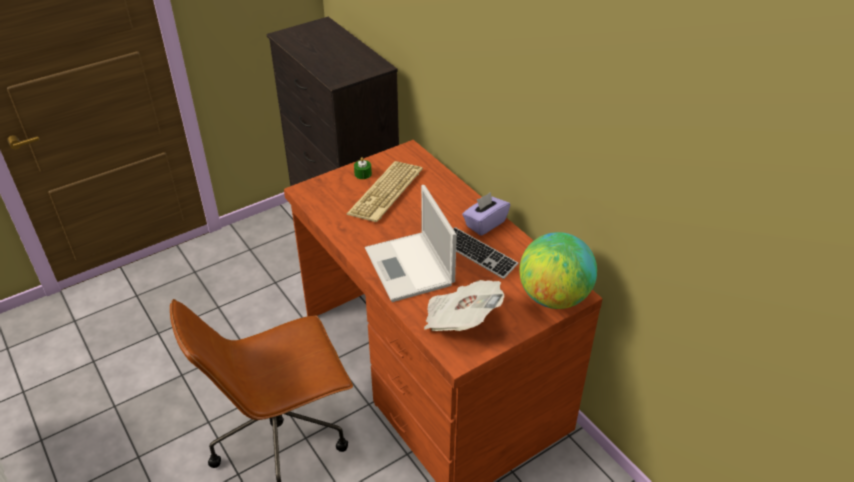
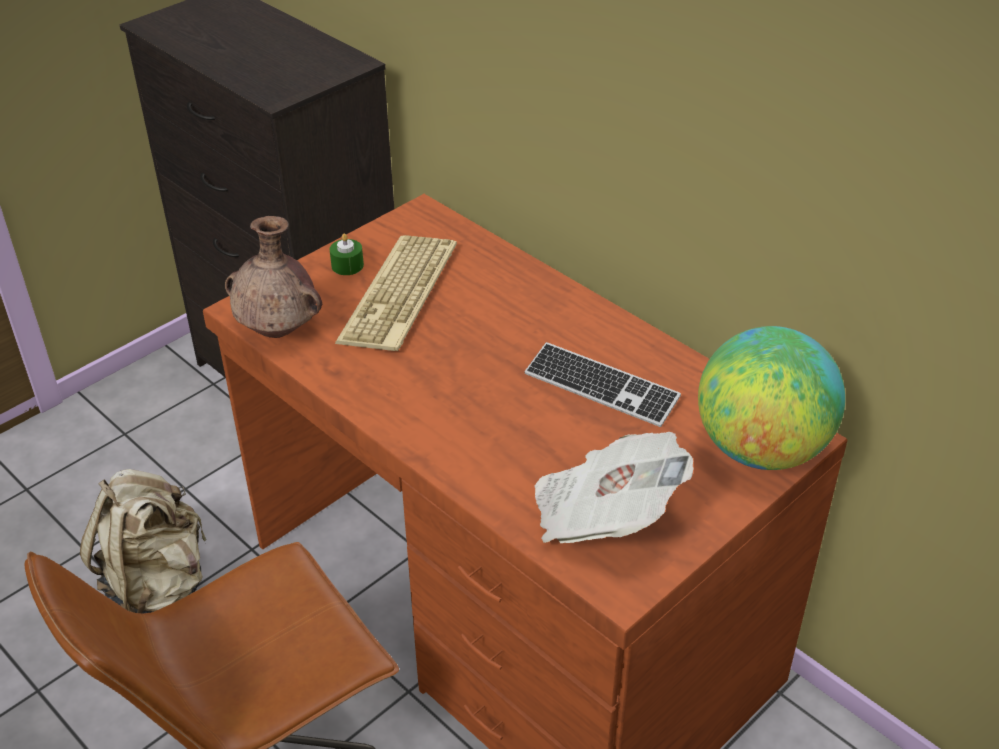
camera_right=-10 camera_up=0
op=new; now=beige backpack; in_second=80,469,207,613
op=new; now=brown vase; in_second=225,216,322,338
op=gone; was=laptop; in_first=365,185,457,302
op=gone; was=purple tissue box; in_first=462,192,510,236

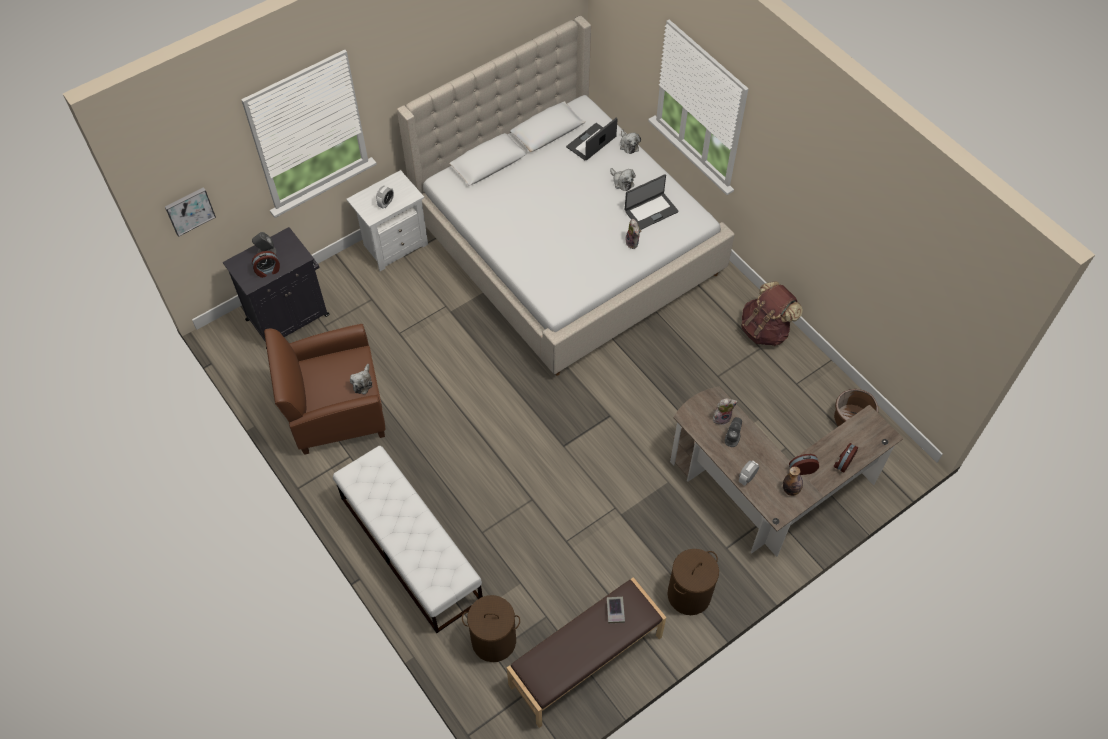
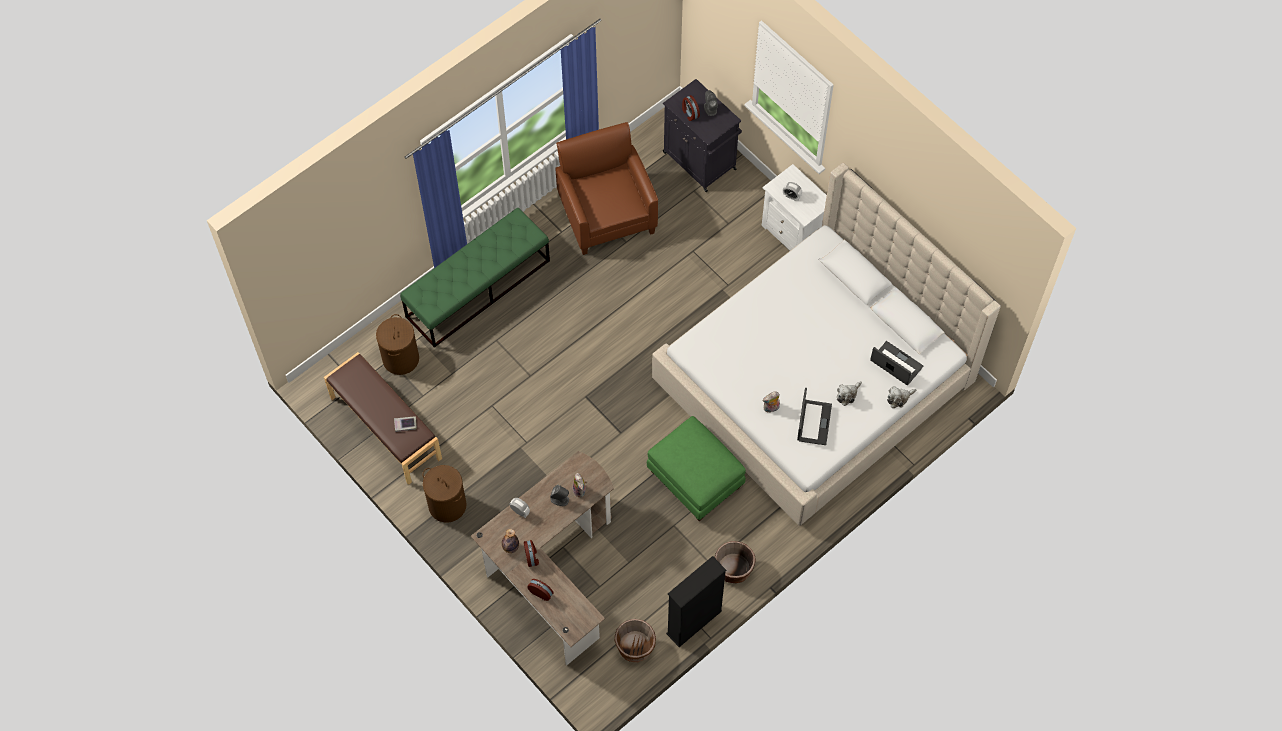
camera_right=85 camera_up=5
op=repainted; was=white bench; now=green bench; in_first=333,446,483,633; in_second=400,208,550,348
op=new; now=green ottoman; in_second=647,416,746,521
op=new; now=black bookcase; in_second=666,556,726,647
op=swapped; was=brown backpack; now=brown planter; in_first=741,281,803,346; in_second=715,541,756,583
op=rotated; was=laptop; in_first=625,174,679,230; in_second=797,388,832,445; clockwise=-135
op=gone; was=picture; in_first=165,187,216,237
op=gone; was=plush toy; in_first=350,364,372,394

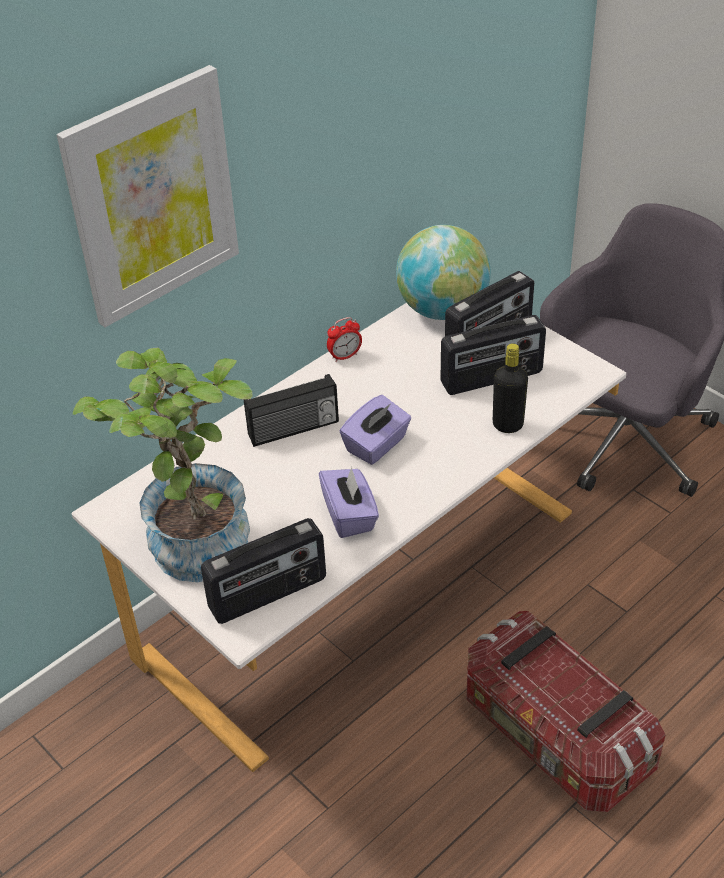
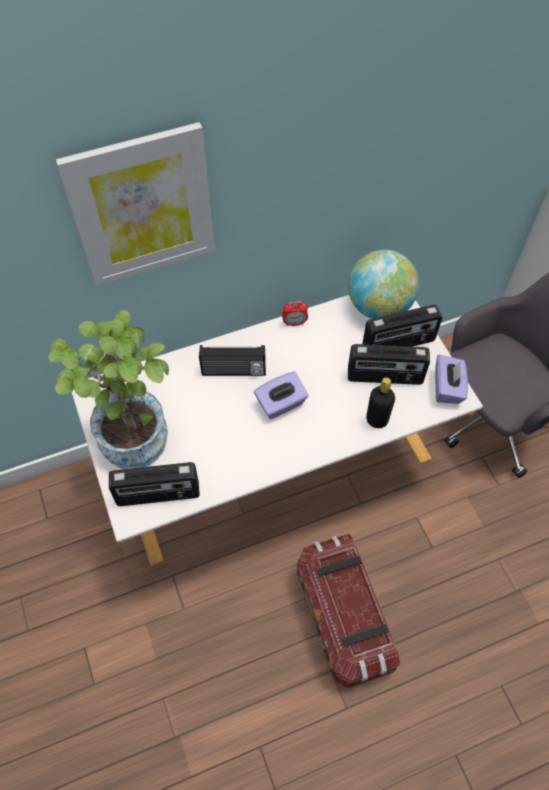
camera_right=20 camera_up=15
op=shifted; was=purple tissue box; in_first=319,467,379,538; in_second=435,354,468,404

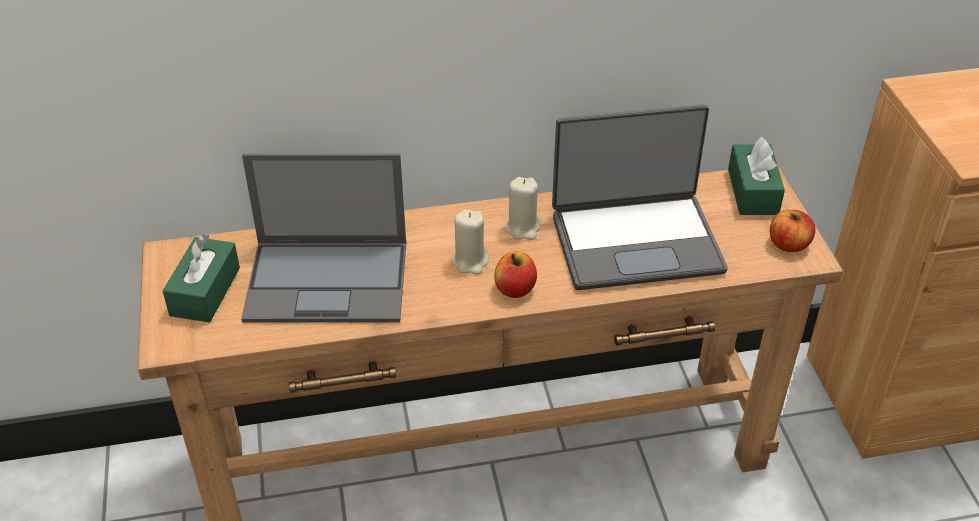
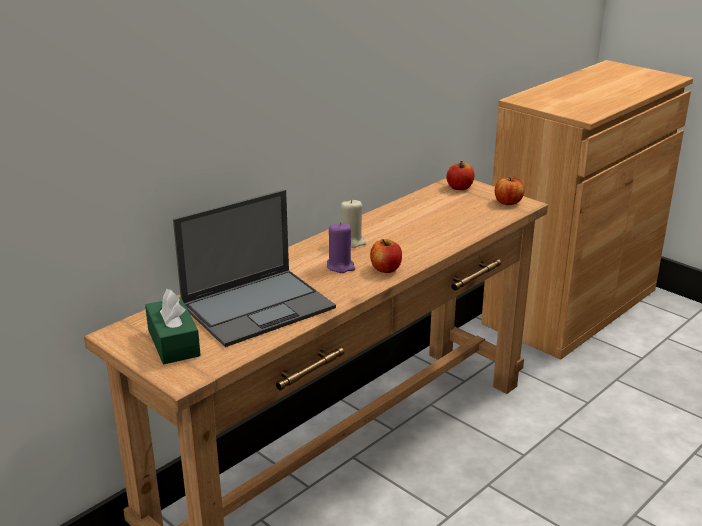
camera_right=-35 camera_up=-15
op=repainted; was=beige candle; now=purple candle; in_first=452,209,489,274; in_second=327,222,355,273
op=swapped; was=green tissue box; now=apple; in_first=728,137,785,215; in_second=446,161,475,190
op=gone; was=laptop; in_first=552,104,728,290

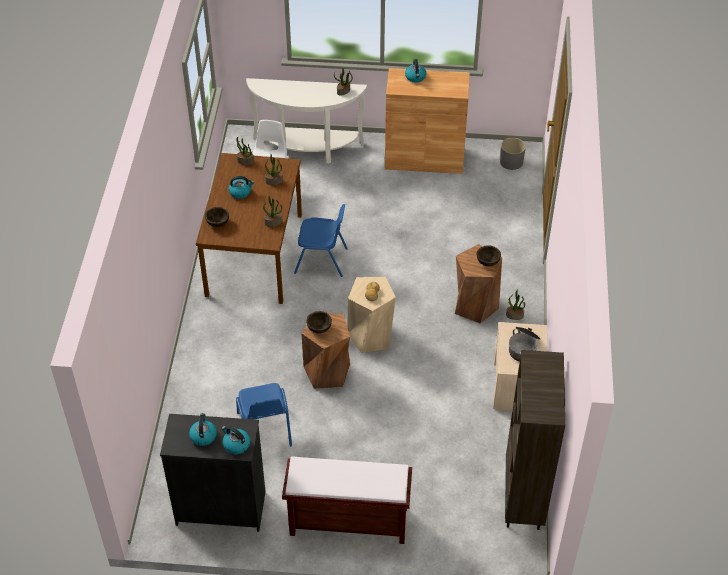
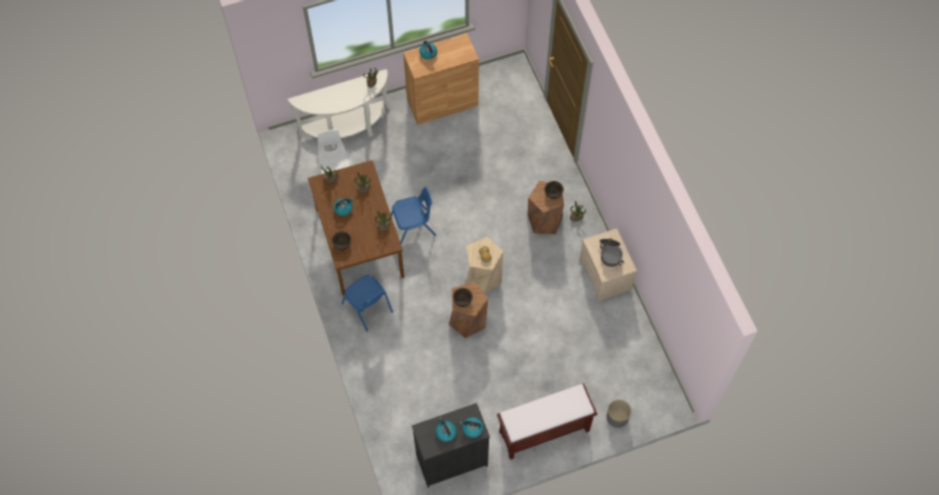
camera_right=-25 camera_up=15
op=shifted; was=blue chair; in_first=236,383,292,446; in_second=342,275,393,331
op=shifted; was=grey planter; in_first=500,138,526,170; in_second=607,400,631,428
op=gone; was=brown bookcase; in_first=505,350,565,530

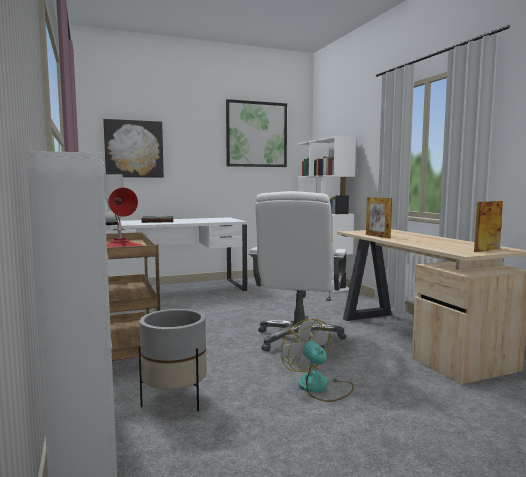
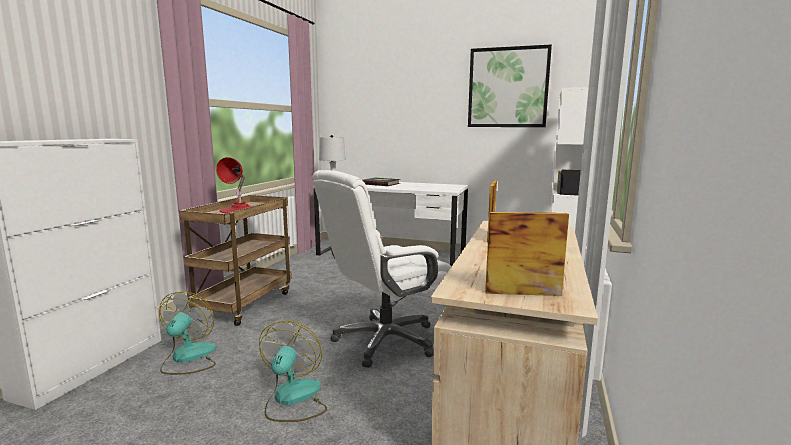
camera_right=40 camera_up=5
op=swapped; was=grey planter; now=fan; in_first=139,309,207,411; in_second=159,292,216,375
op=gone; was=picture; in_first=103,119,164,177

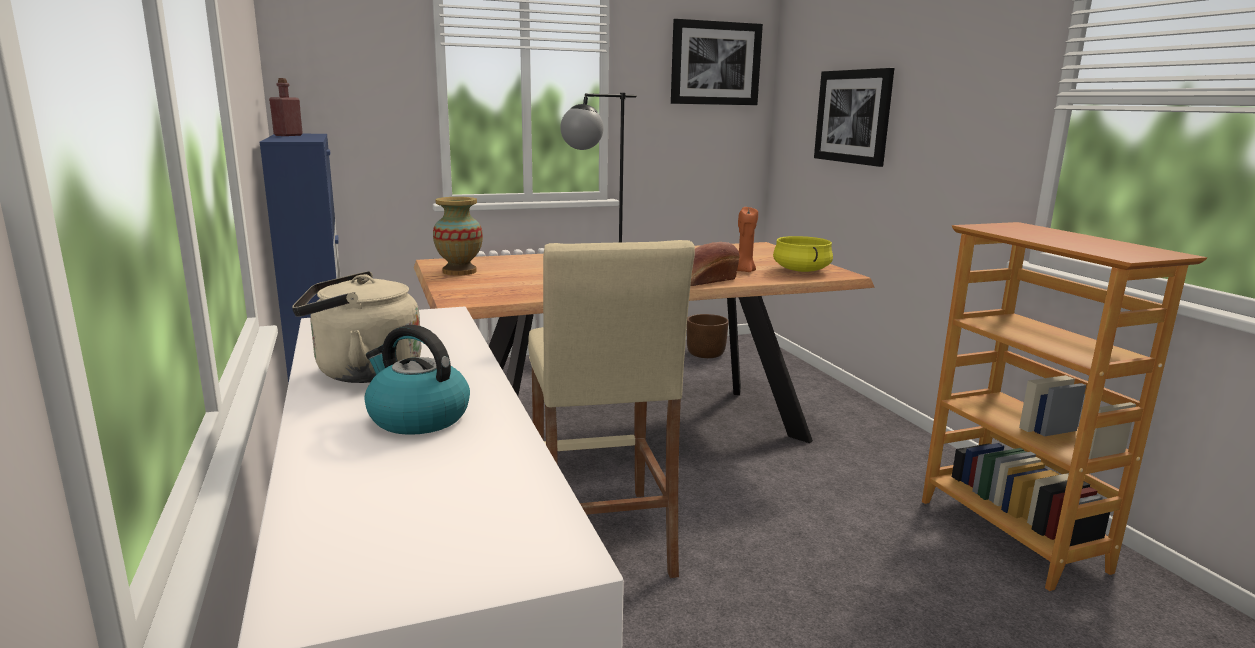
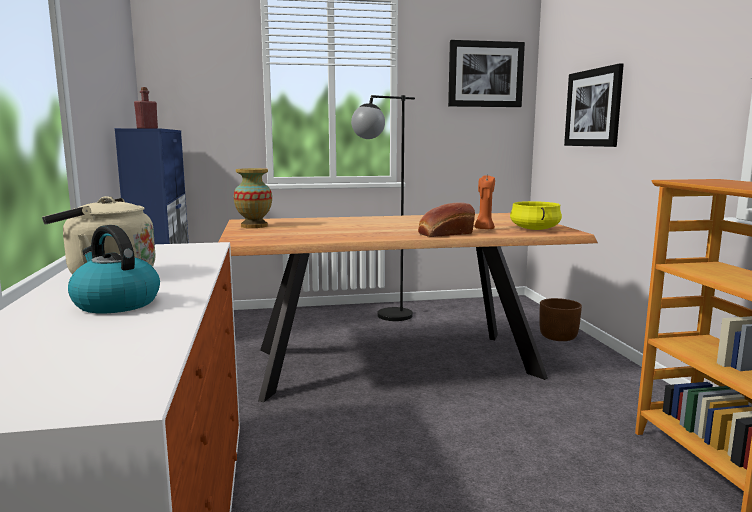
camera_right=10 camera_up=-5
op=shifted; was=brown planter; in_first=687,314,729,358; in_second=539,298,582,341
op=gone; was=beige stool; in_first=528,240,695,578

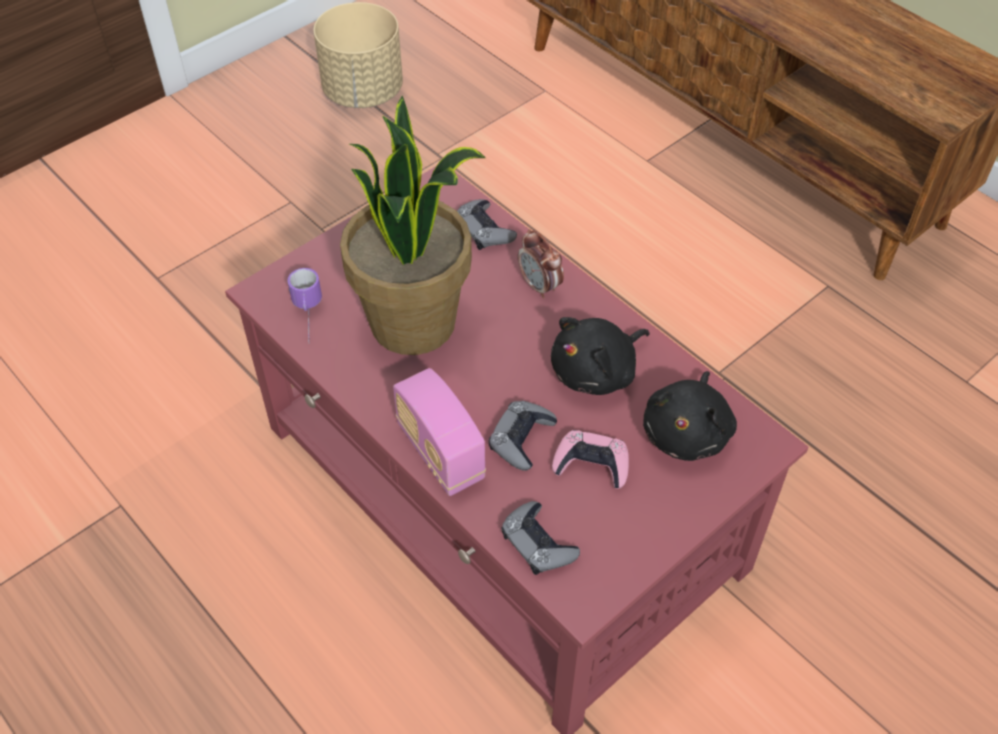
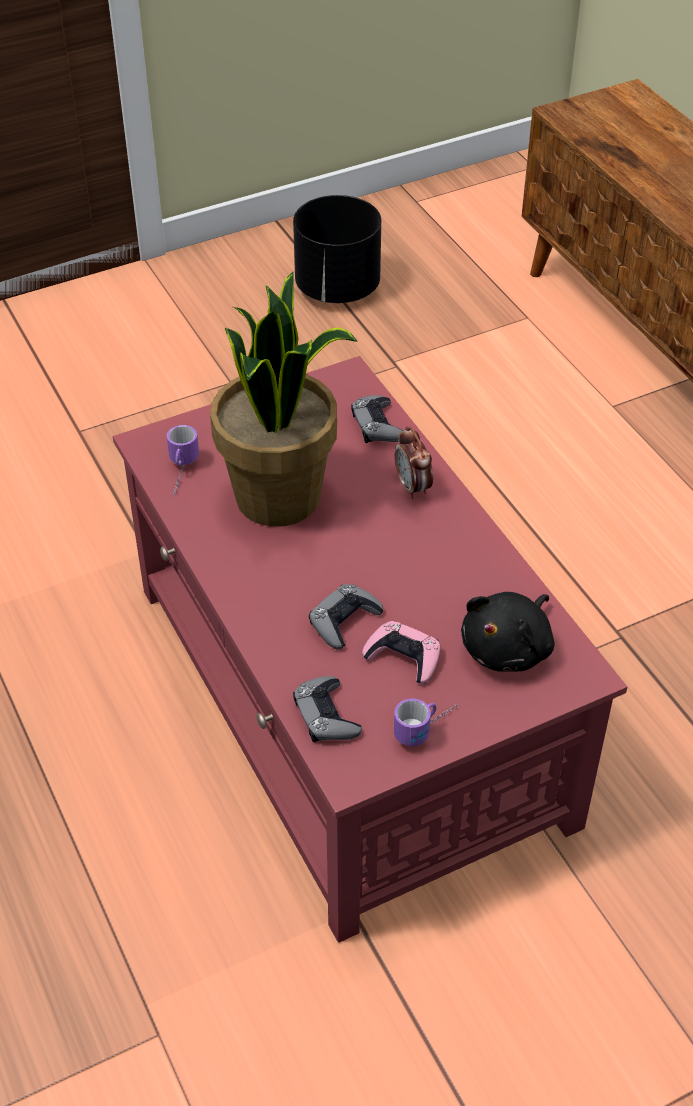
camera_right=15 camera_up=-5
op=repainted; was=beige planter; now=black planter; in_first=313,2,403,108; in_second=293,195,381,303
op=new; now=mug; in_second=394,699,457,746
op=gone; was=radio; in_first=393,368,486,496
op=gone; was=black plush toy; in_first=551,317,650,395

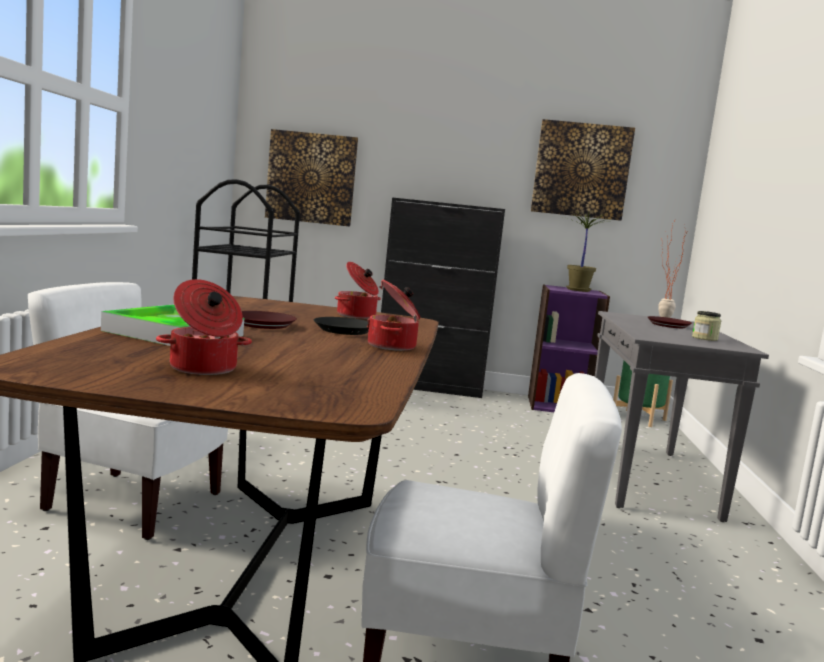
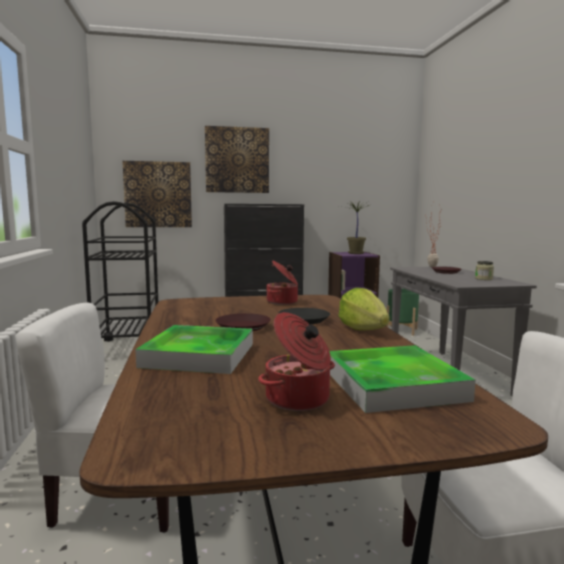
camera_right=-15 camera_up=0
op=shifted; was=picture; in_first=531,119,635,221; in_second=205,126,269,193
op=new; now=tray; in_second=329,345,476,413
op=swapped; was=cooking pot; now=lettuce; in_first=367,279,420,351; in_second=338,288,390,331

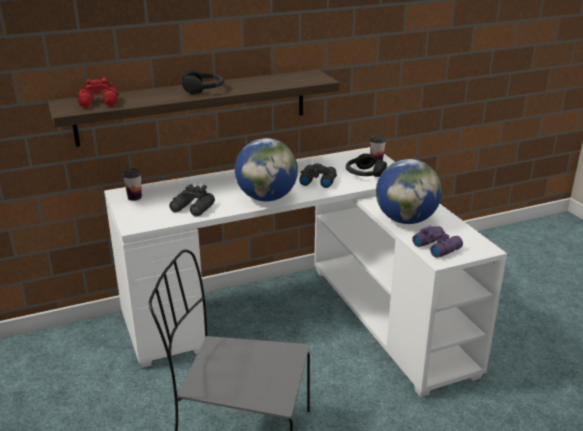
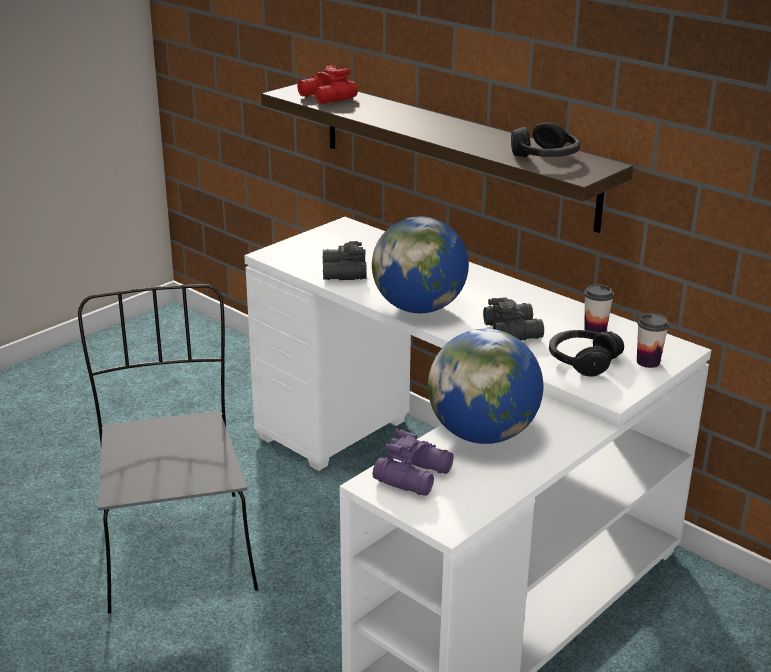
camera_right=65 camera_up=0
op=shifted; was=black headphones; in_first=182,70,224,94; in_second=511,122,580,157
op=shifted; was=cup; in_first=123,168,142,201; in_second=584,284,614,333

